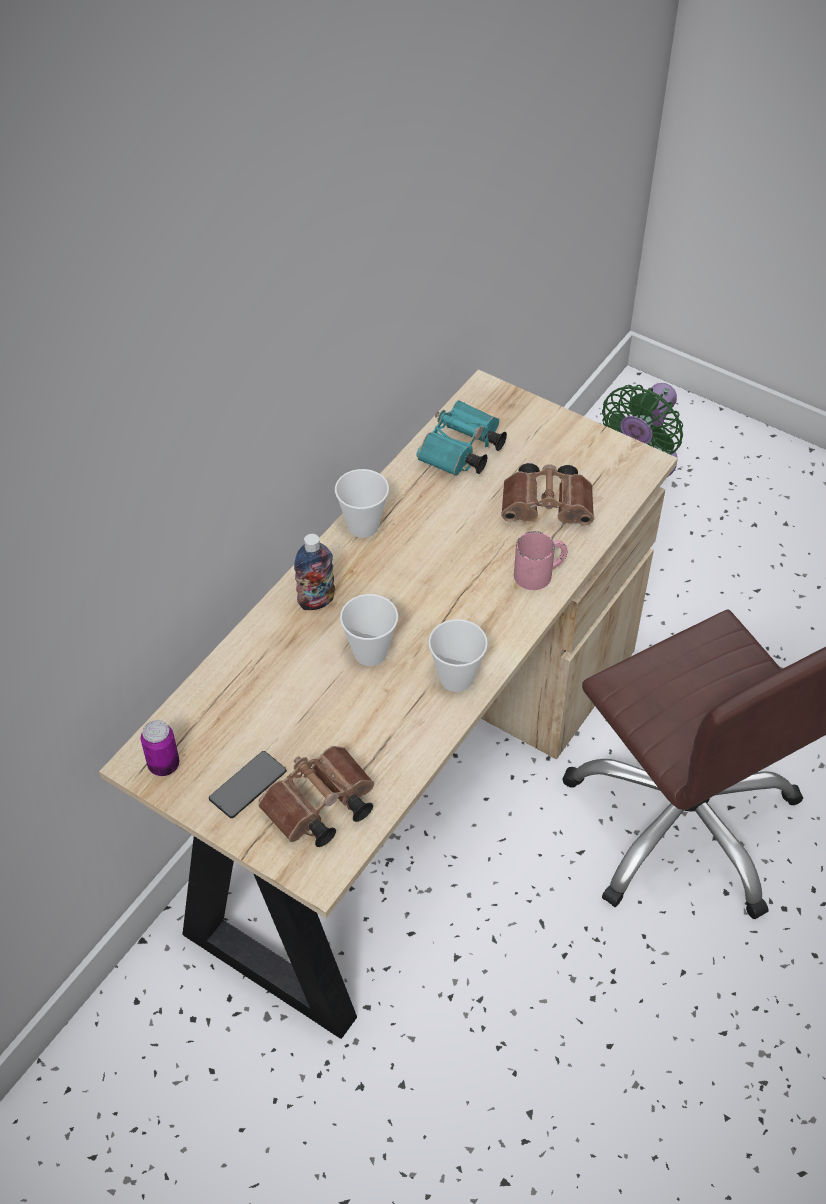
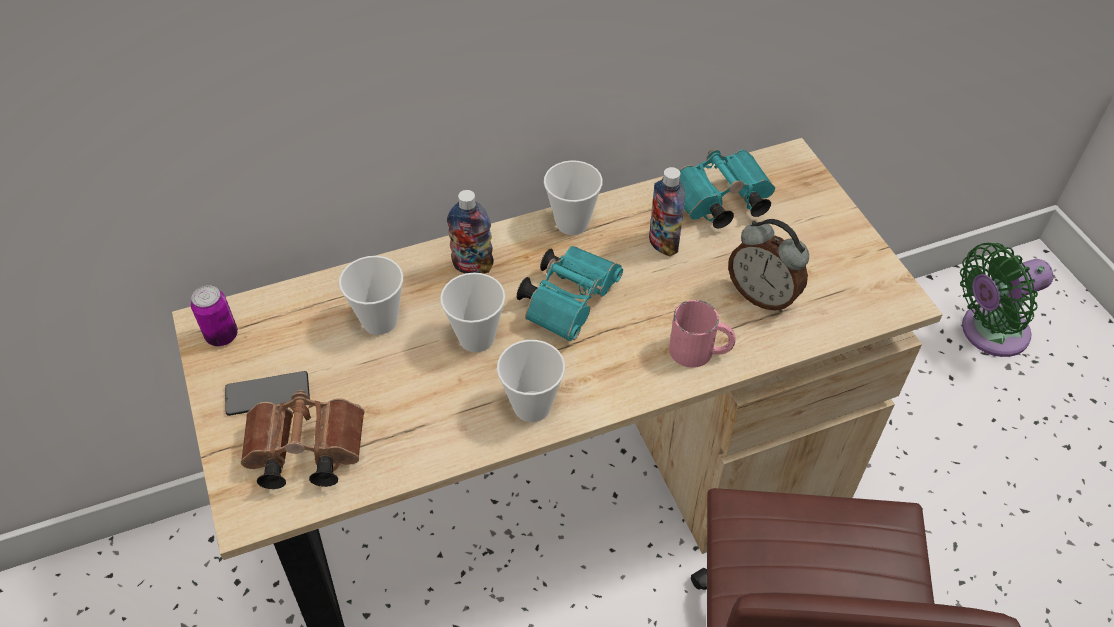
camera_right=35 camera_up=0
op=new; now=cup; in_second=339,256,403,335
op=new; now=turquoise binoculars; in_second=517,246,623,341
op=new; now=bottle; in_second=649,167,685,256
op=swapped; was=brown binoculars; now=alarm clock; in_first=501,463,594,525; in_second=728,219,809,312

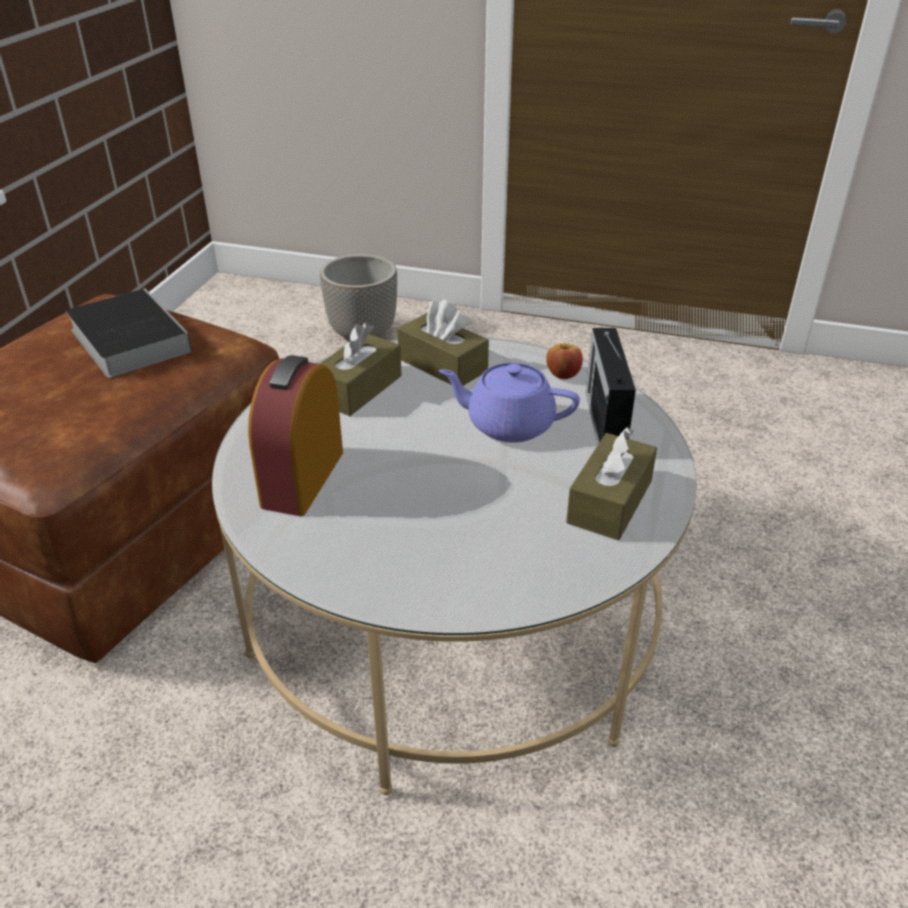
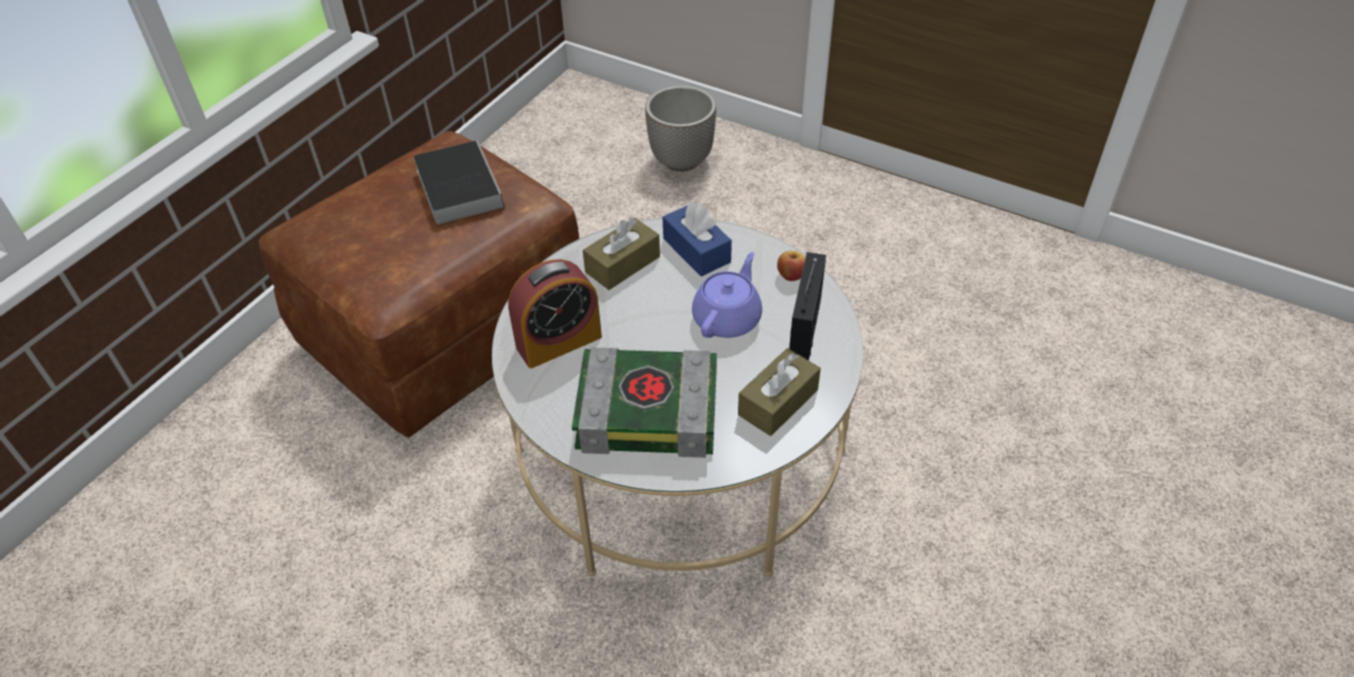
camera_right=15 camera_up=10
op=rotated; was=alarm clock; in_first=248,355,343,516; in_second=508,259,602,368; clockwise=-150
op=new; now=book; in_second=572,348,717,458
op=repainted; was=brown tissue box; now=blue tissue box; in_first=397,300,489,386; in_second=663,202,732,277
op=rotated; was=purple teapot; in_first=439,363,580,442; in_second=692,252,762,338; clockwise=90

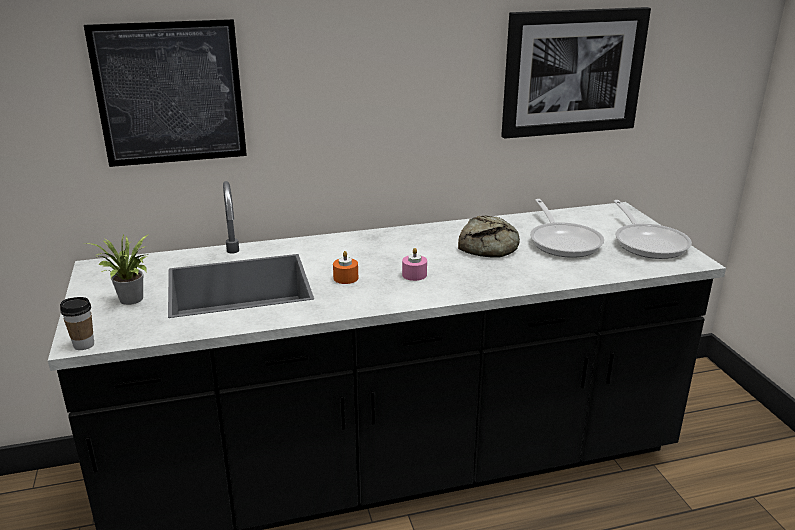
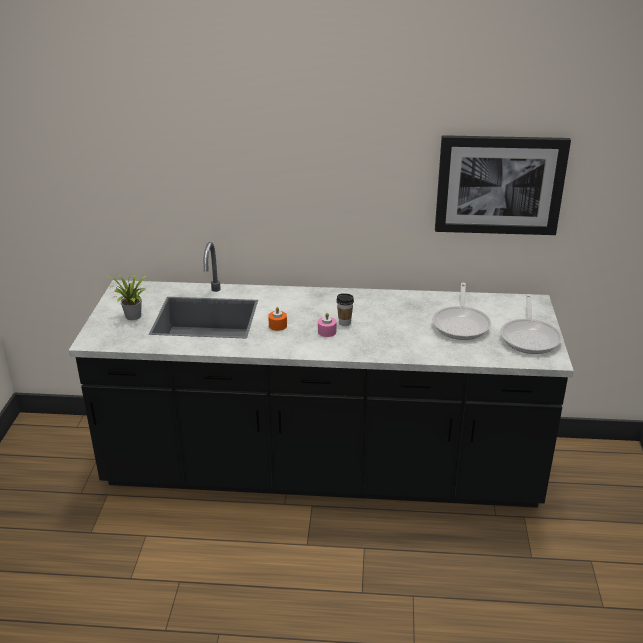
camera_right=20 camera_up=5
op=shifted; was=cup; in_first=60,297,94,350; in_second=336,293,354,326
op=gone; was=picture; in_first=84,19,247,167
op=gone; was=bread; in_first=458,215,520,258

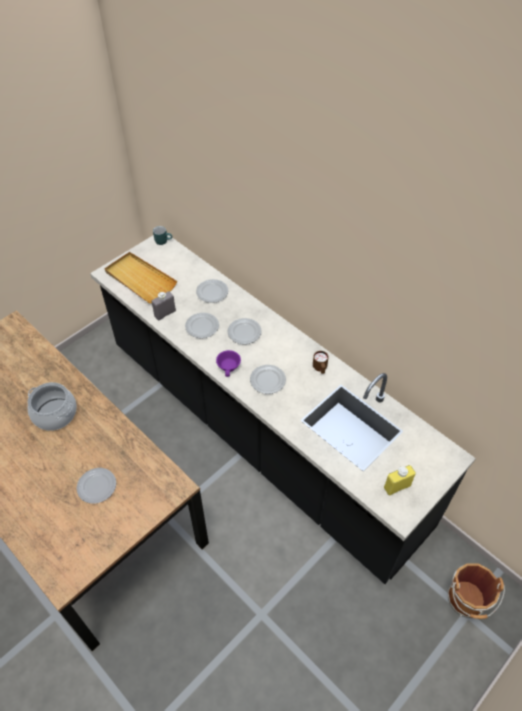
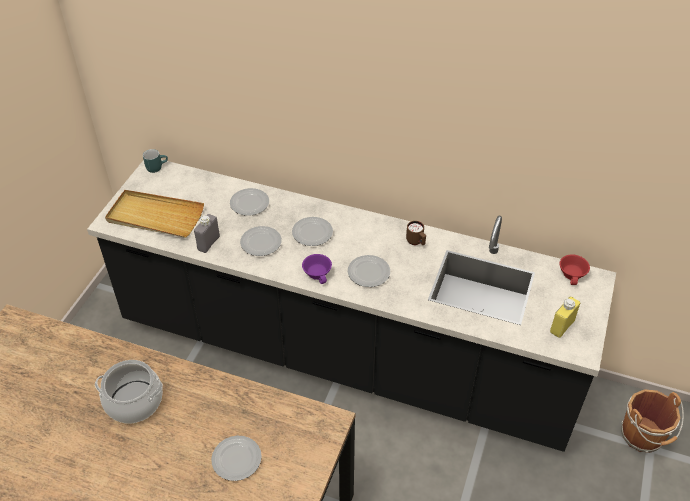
camera_right=-25 camera_up=-5
op=new; now=red cup; in_second=560,254,590,285

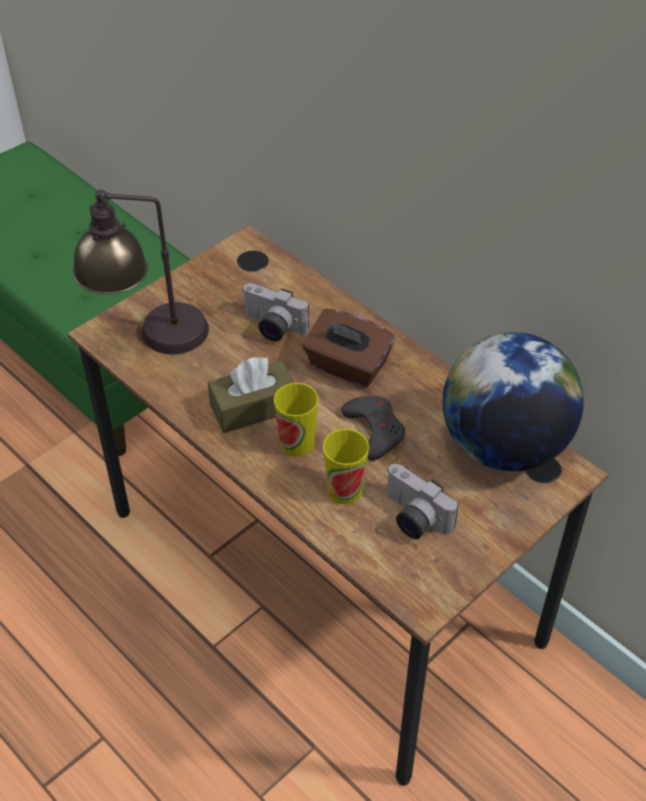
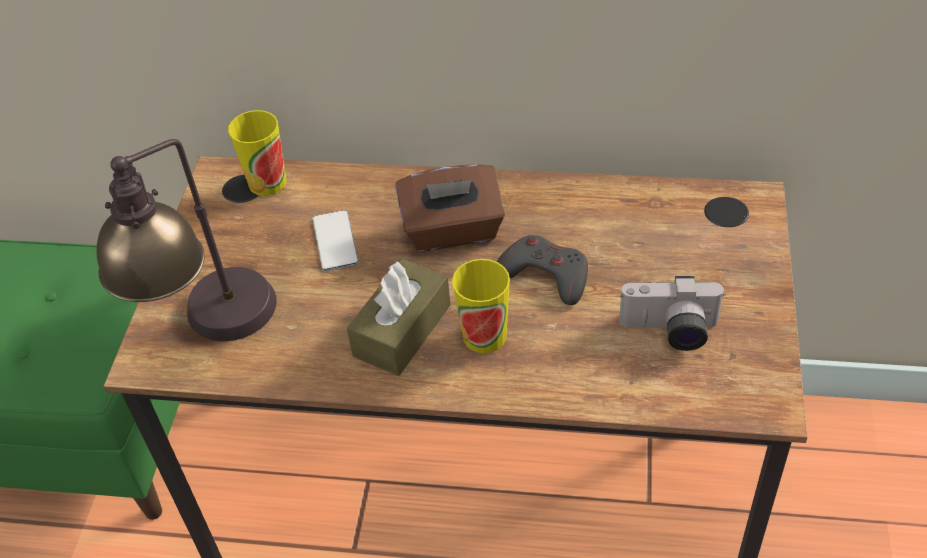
camera_right=-35 camera_up=0
op=shifted; was=cup; in_first=323,429,369,504; in_second=228,110,286,196
op=swapped; was=photo camera; now=phone; in_first=242,283,309,341; in_second=312,210,358,271
op=gone; was=globe; in_first=443,332,584,471

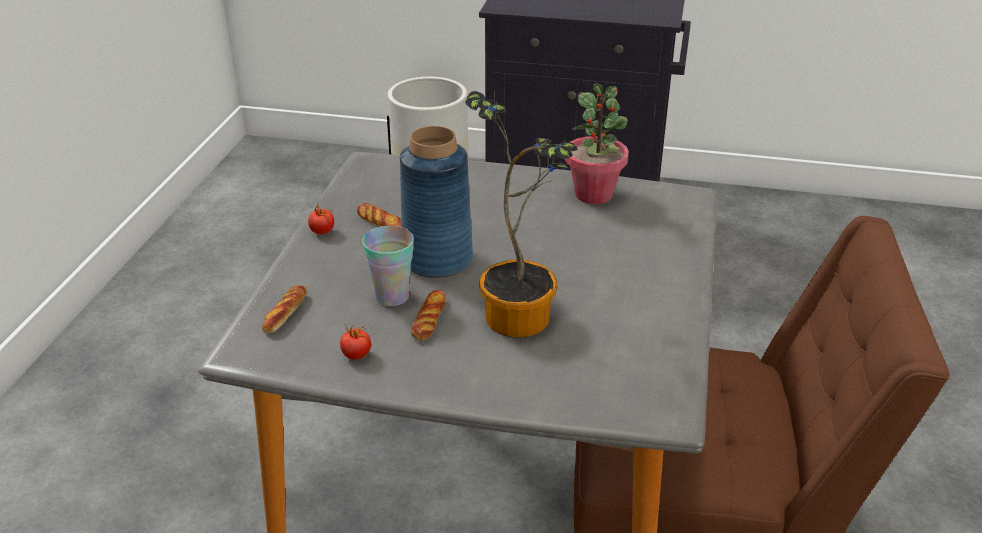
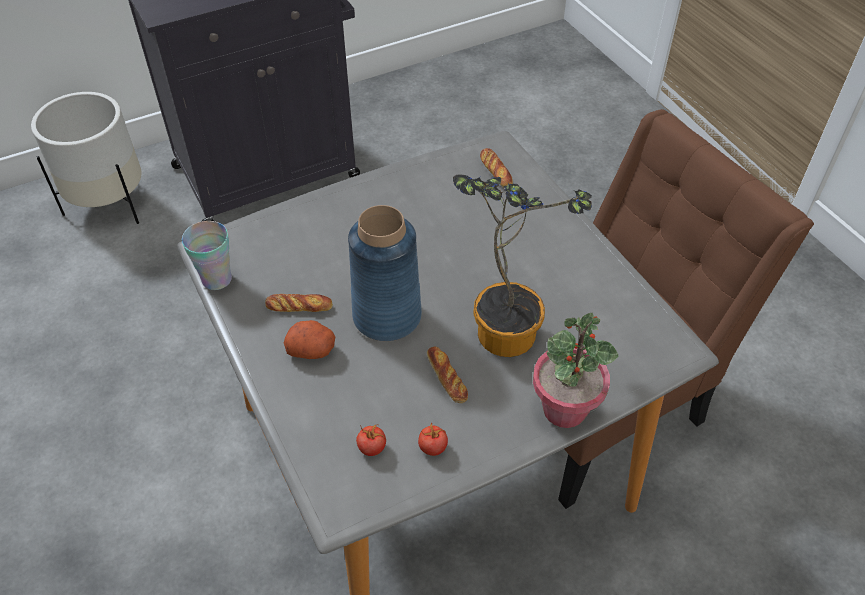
camera_right=-40 camera_up=15
op=shifted; was=cup; in_first=362,226,414,306; in_second=182,221,232,290
op=new; now=potato; in_second=284,320,335,359
op=shifted; was=tomato; in_first=308,202,334,235; in_second=356,424,386,456
op=shifted; was=bread; in_first=262,285,307,333; in_second=480,148,513,188
op=shifted; was=potted plant; in_first=565,83,629,204; in_second=533,313,618,428

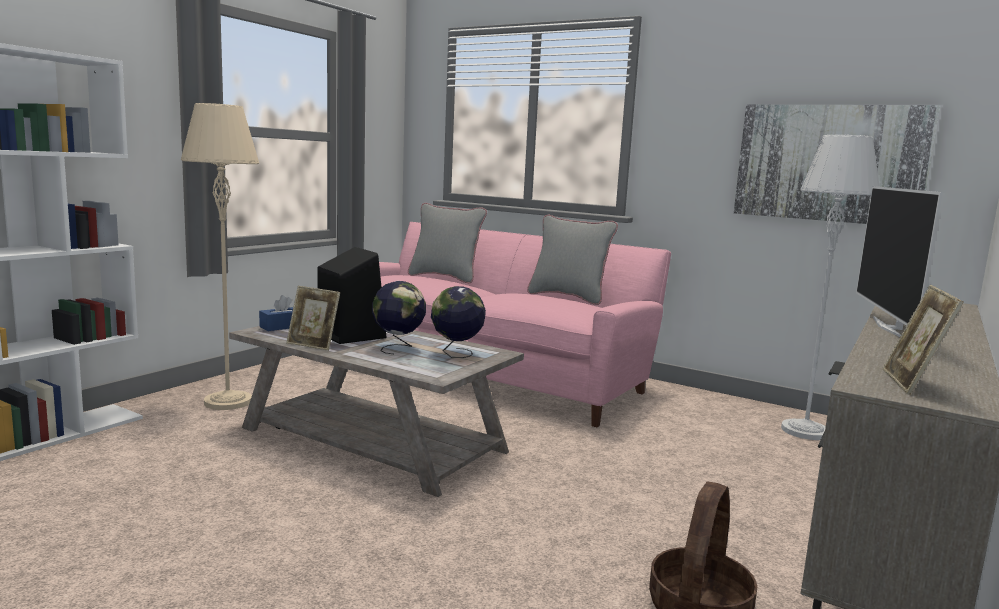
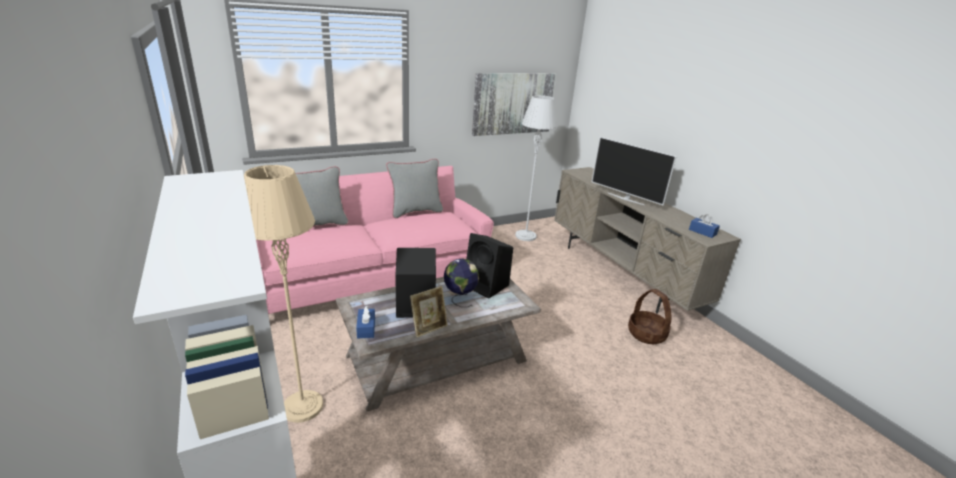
camera_right=-60 camera_up=15
op=swapped; was=globe; now=black speaker; in_first=431,286,486,358; in_second=466,233,513,298
op=swapped; was=picture frame; now=blue tissue box; in_first=882,285,964,395; in_second=689,214,720,238

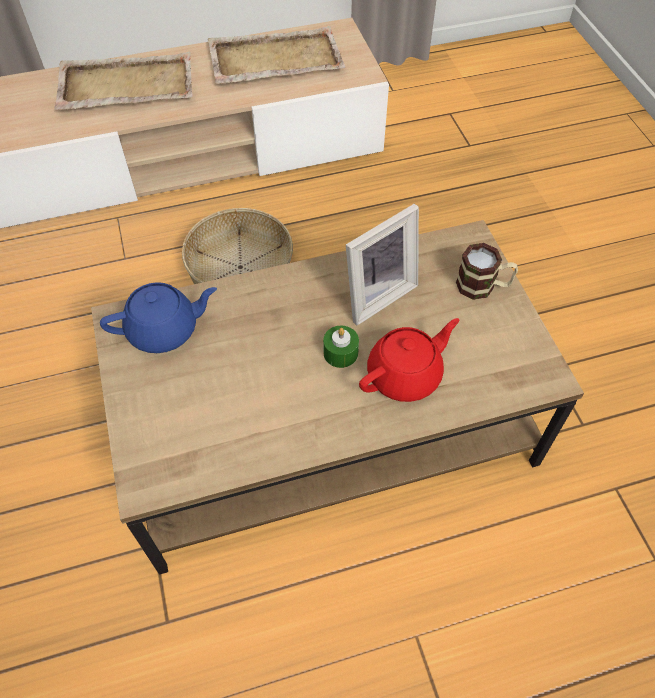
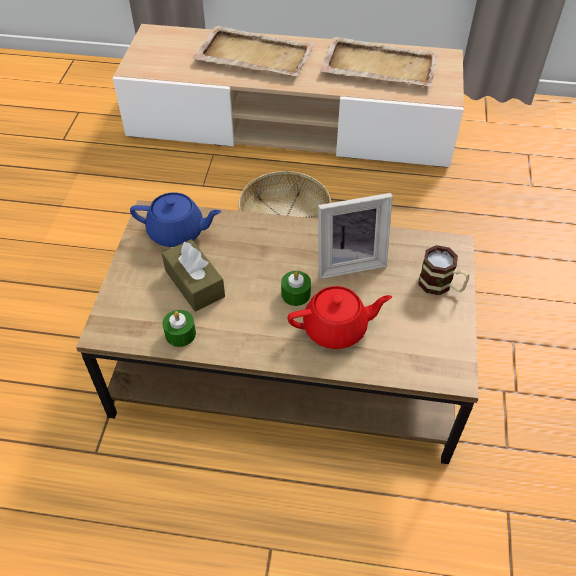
camera_right=25 camera_up=-5
op=new; now=brown tissue box; in_second=162,239,225,312
op=new; now=green candle; in_second=162,310,196,347

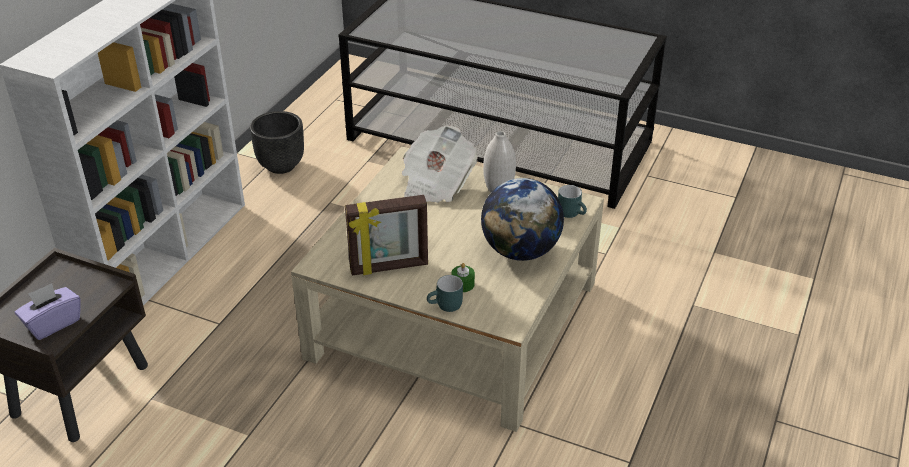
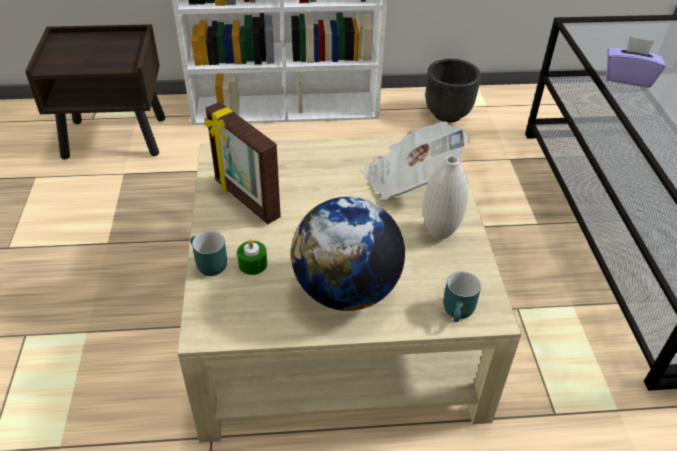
camera_right=60 camera_up=5
op=shifted; was=purple tissue box; in_first=15,283,80,340; in_second=606,37,666,88

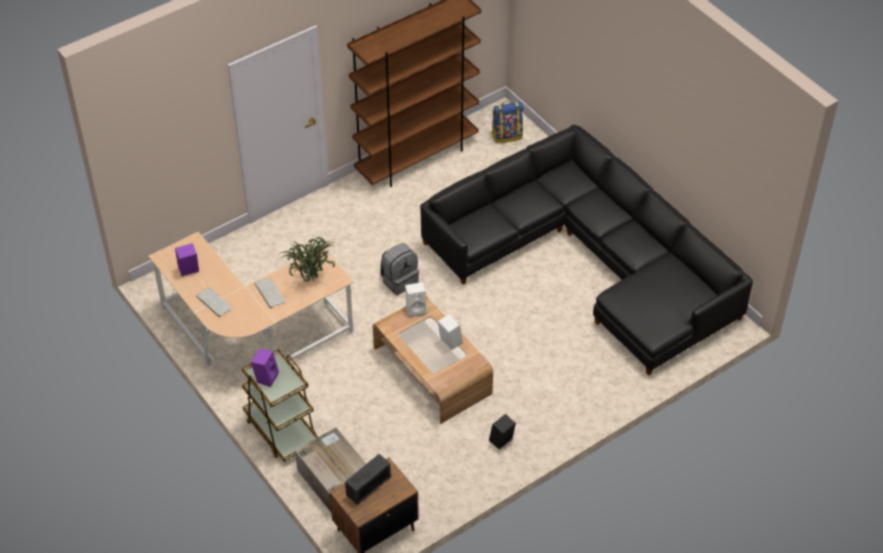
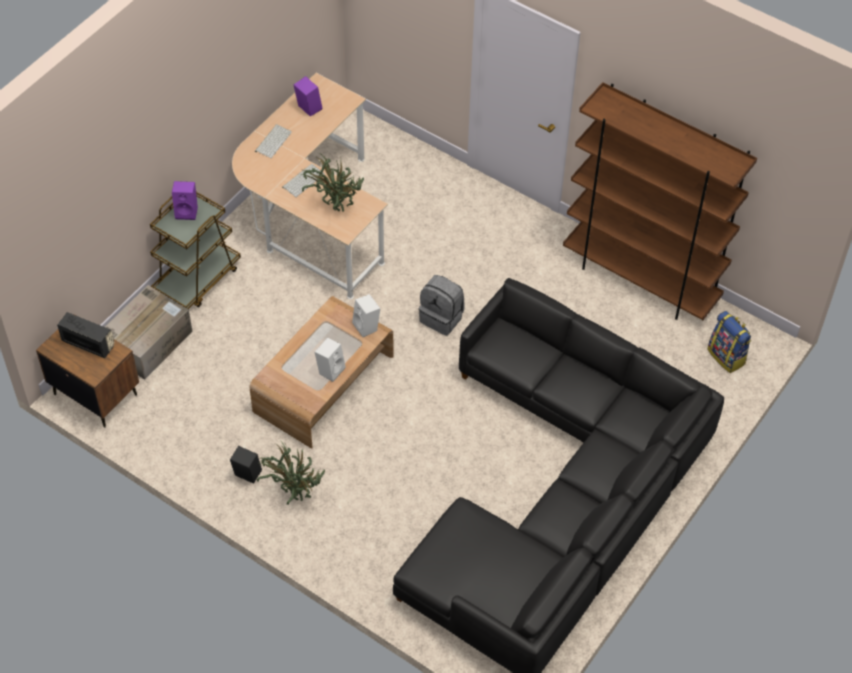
camera_right=70 camera_up=5
op=new; now=potted plant; in_second=257,440,325,505

